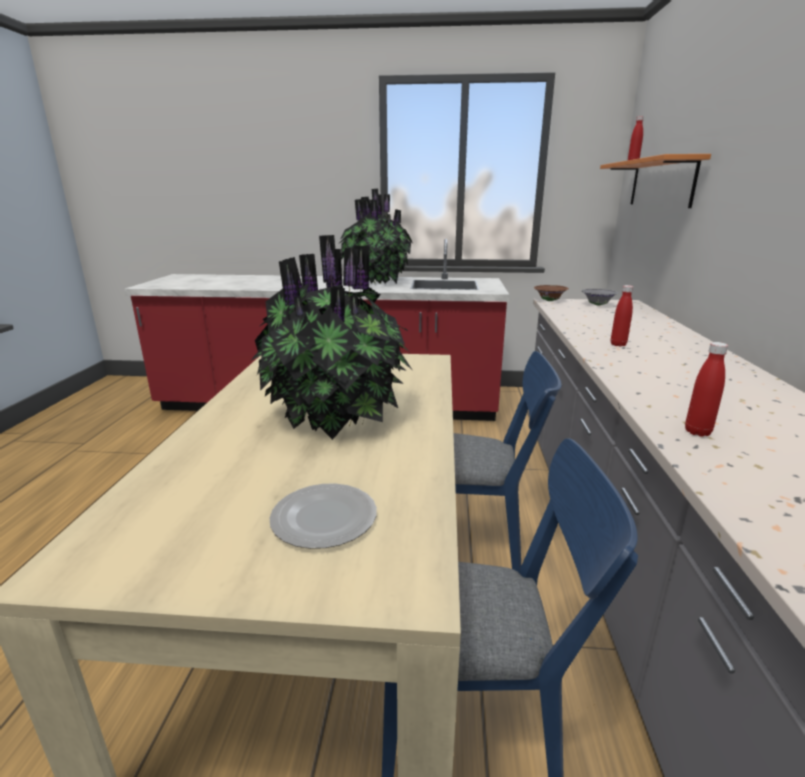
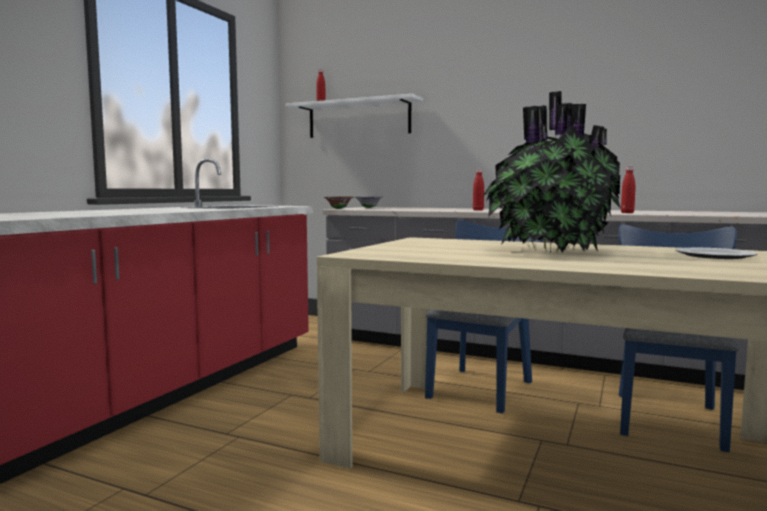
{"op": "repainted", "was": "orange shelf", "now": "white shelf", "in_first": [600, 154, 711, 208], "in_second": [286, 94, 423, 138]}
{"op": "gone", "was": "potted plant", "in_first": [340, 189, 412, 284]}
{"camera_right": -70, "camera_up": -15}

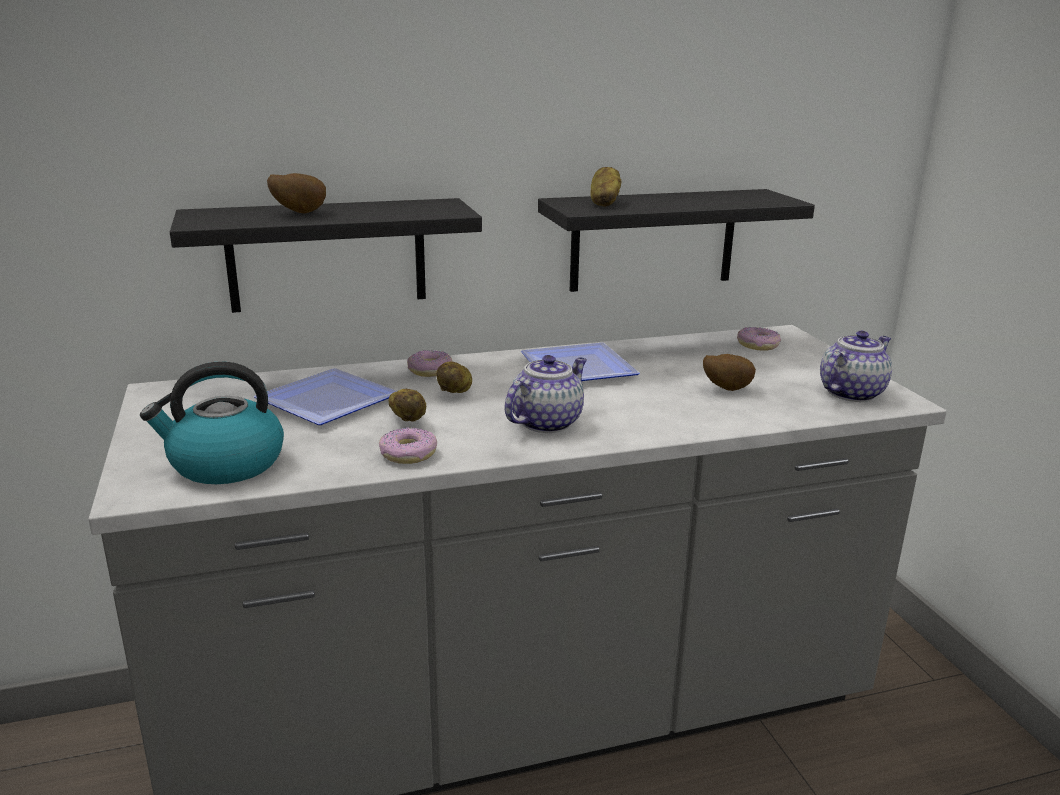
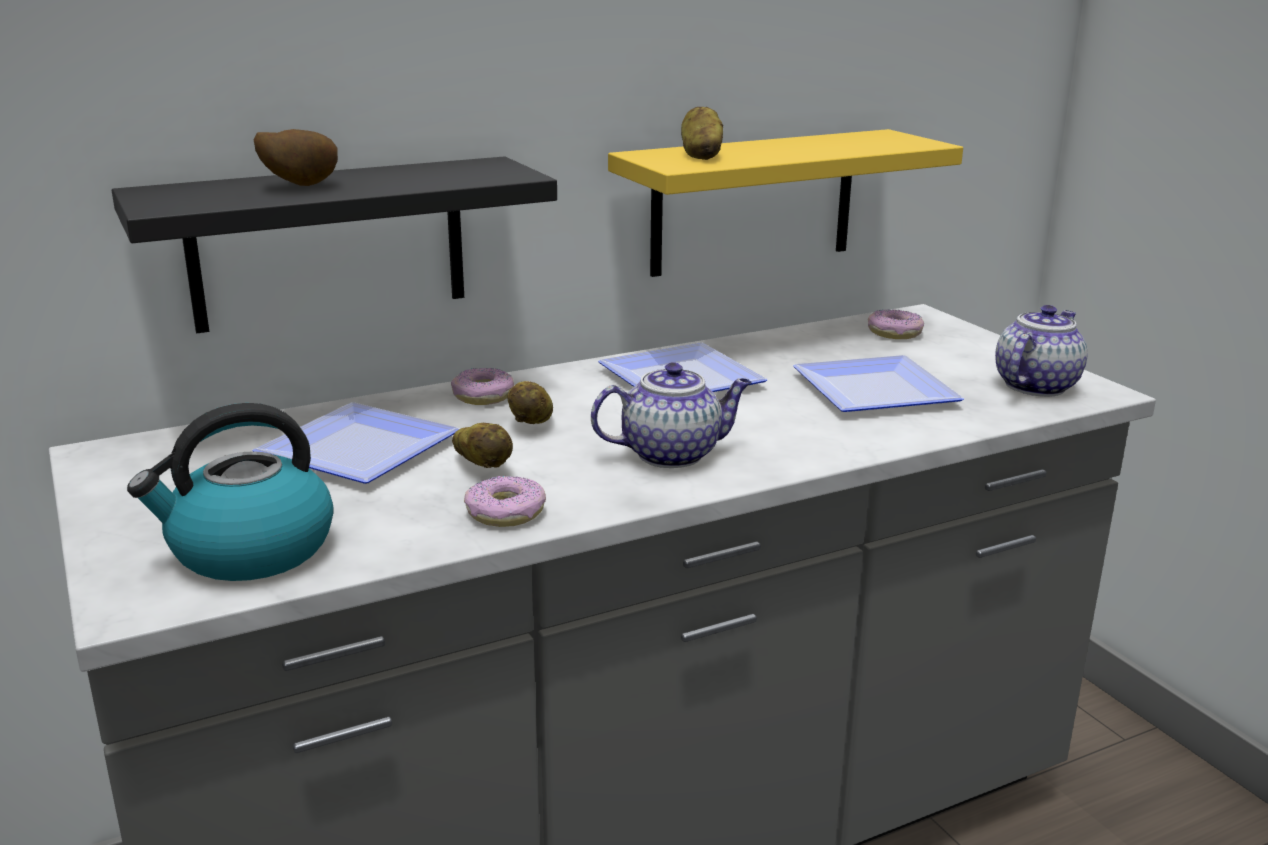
{"op": "rotated", "was": "teapot", "in_first": [505, 355, 587, 433], "in_second": [591, 362, 752, 468], "clockwise": 45}
{"op": "repainted", "was": "black shelf", "now": "yellow shelf", "in_first": [538, 189, 815, 292], "in_second": [608, 129, 963, 277]}
{"op": "swapped", "was": "potato", "now": "plate", "in_first": [703, 354, 756, 391], "in_second": [793, 355, 964, 412]}
{"camera_right": -10, "camera_up": 0}

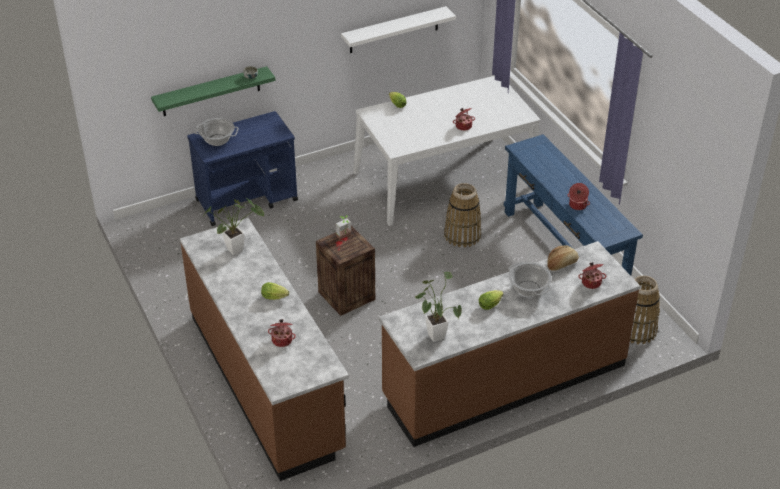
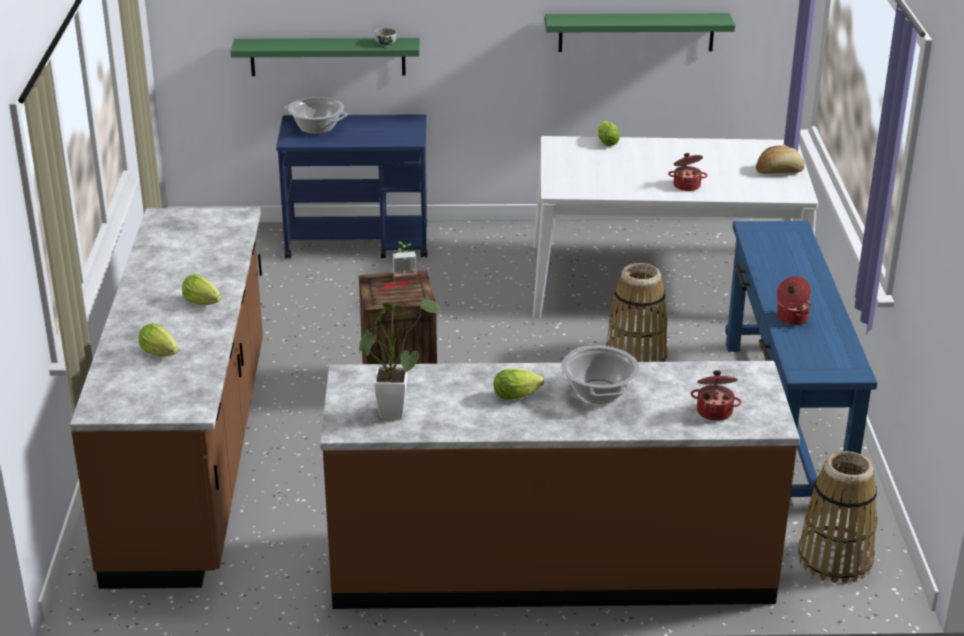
{"op": "swapped", "was": "cooking pot", "now": "lettuce", "in_first": [268, 319, 296, 347], "in_second": [139, 323, 178, 356]}
{"op": "repainted", "was": "white shelf", "now": "green shelf", "in_first": [341, 6, 456, 53], "in_second": [545, 13, 735, 52]}
{"op": "shifted", "was": "bread", "in_first": [547, 245, 579, 271], "in_second": [756, 145, 805, 174]}
{"op": "gone", "was": "potted plant", "in_first": [204, 198, 264, 255]}
{"camera_right": 25, "camera_up": -10}

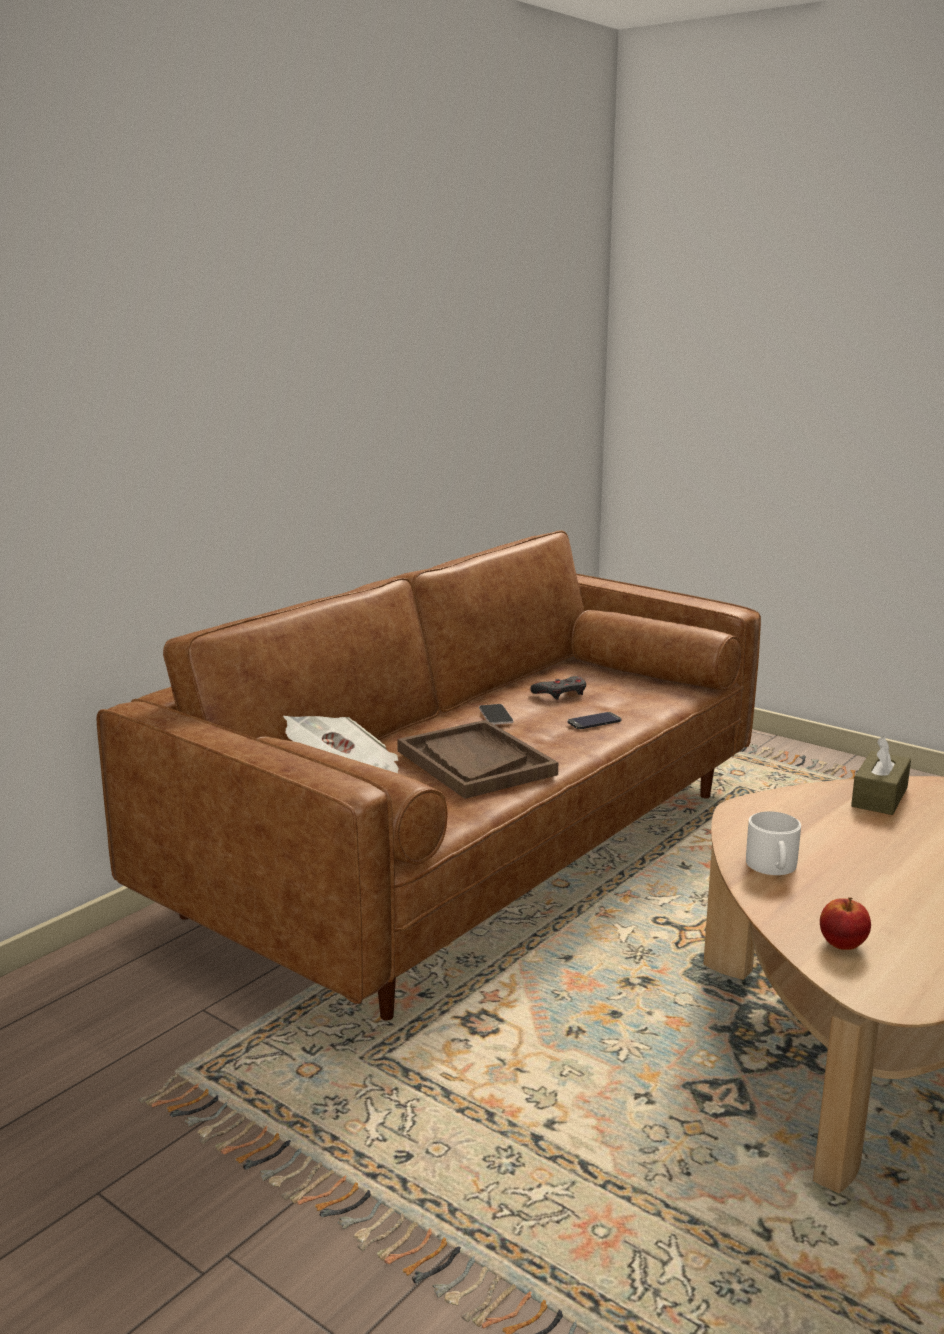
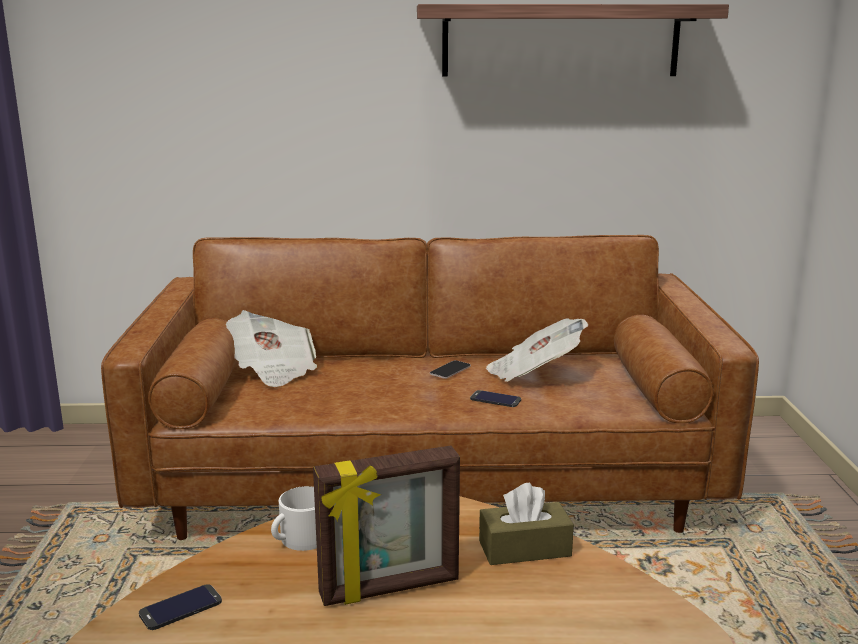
{"op": "swapped", "was": "apple", "now": "phone", "in_first": [820, 897, 871, 950], "in_second": [139, 584, 222, 630]}
{"op": "new", "now": "picture frame", "in_second": [313, 446, 460, 606]}
{"op": "new", "now": "shelf", "in_second": [417, 4, 729, 77]}
{"op": "swapped", "was": "grey game controller", "now": "newspaper", "in_first": [530, 676, 586, 700], "in_second": [486, 318, 588, 382]}
{"op": "gone", "was": "brown tray", "in_first": [397, 720, 558, 799]}
{"camera_right": 50, "camera_up": 0}

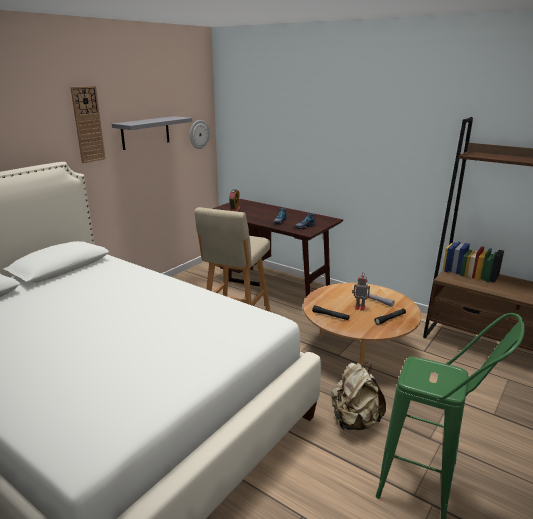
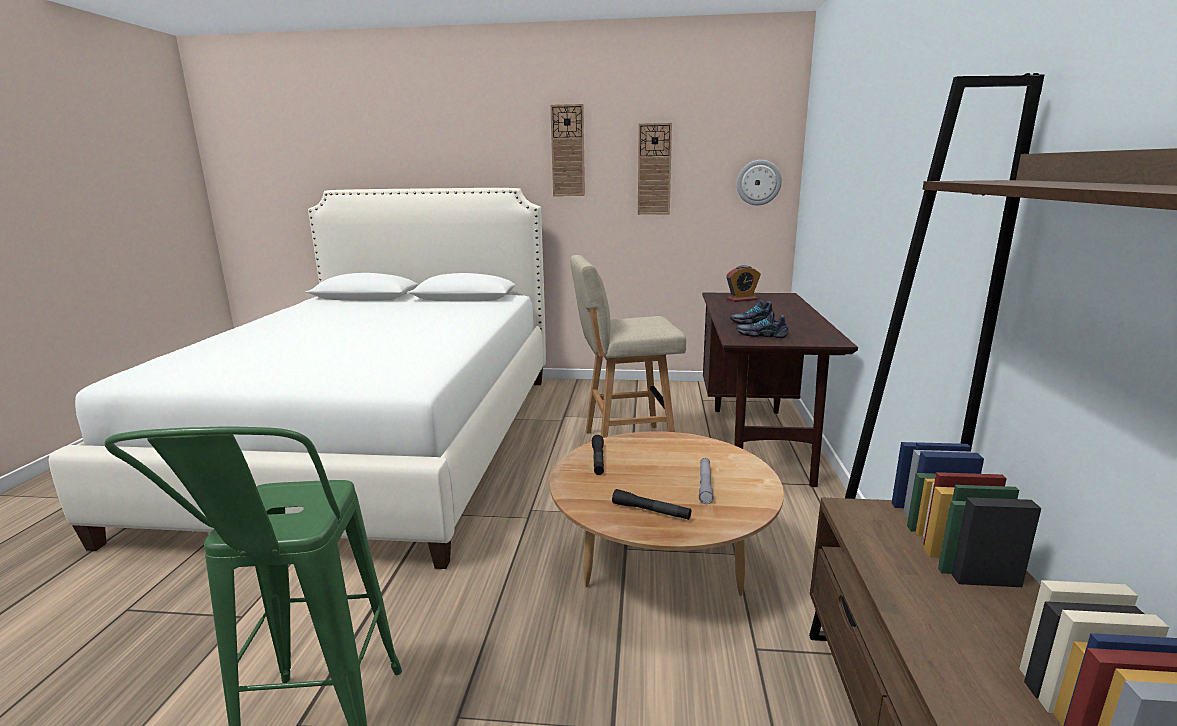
{"op": "swapped", "was": "grey shelf", "now": "wall clock", "in_first": [112, 116, 192, 150], "in_second": [638, 123, 672, 215]}
{"op": "gone", "was": "beige backpack", "in_first": [331, 362, 386, 430]}
{"op": "gone", "was": "toy robot", "in_first": [352, 272, 370, 311]}
{"camera_right": 60, "camera_up": -5}

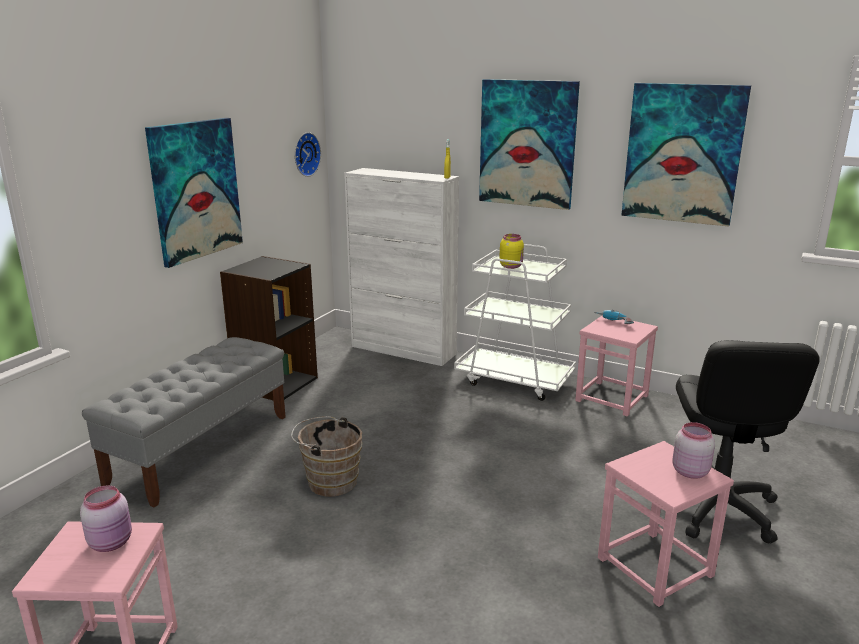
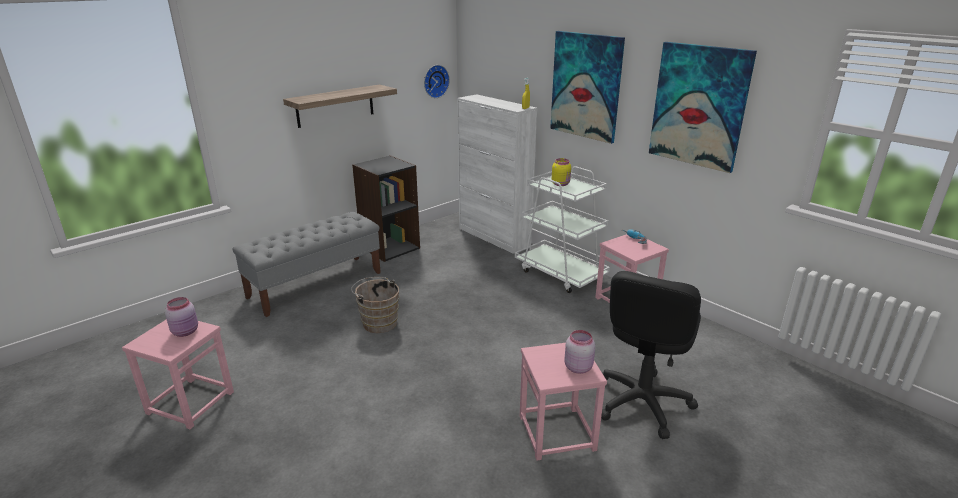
{"op": "swapped", "was": "picture", "now": "shelf", "in_first": [145, 118, 243, 268], "in_second": [283, 84, 397, 128]}
{"camera_right": 20, "camera_up": 5}

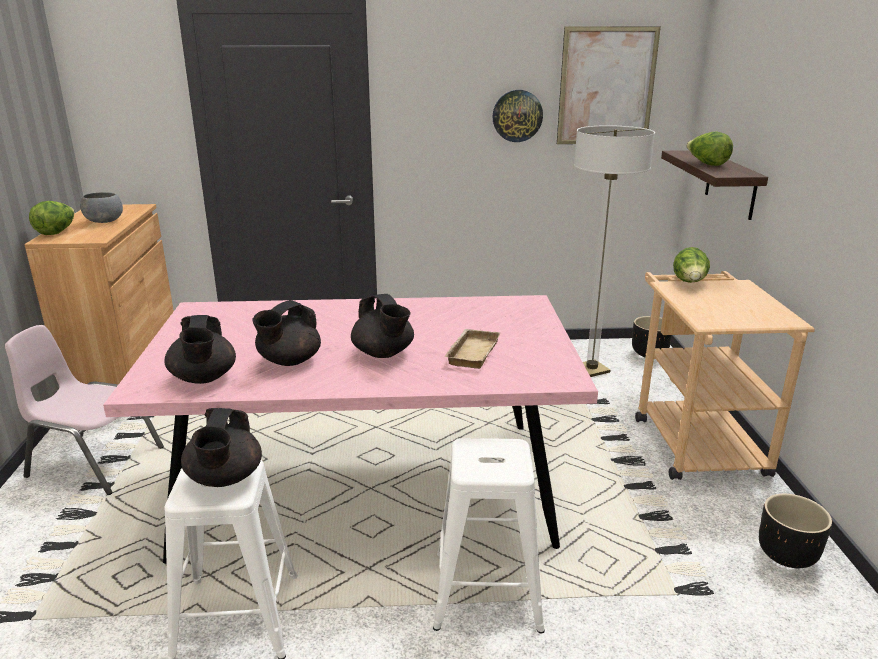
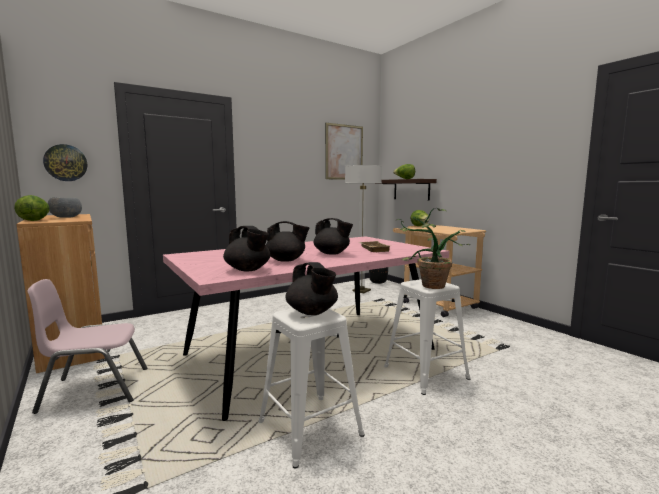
{"op": "shifted", "was": "wall clock", "in_first": [493, 90, 543, 142], "in_second": [43, 144, 87, 181]}
{"op": "rotated", "was": "black teapot", "in_first": [252, 300, 321, 366], "in_second": [266, 221, 310, 262], "clockwise": -90}
{"op": "new", "now": "potted plant", "in_second": [397, 208, 470, 289]}
{"op": "gone", "was": "black planter", "in_first": [759, 494, 832, 568]}
{"camera_right": -30, "camera_up": -15}

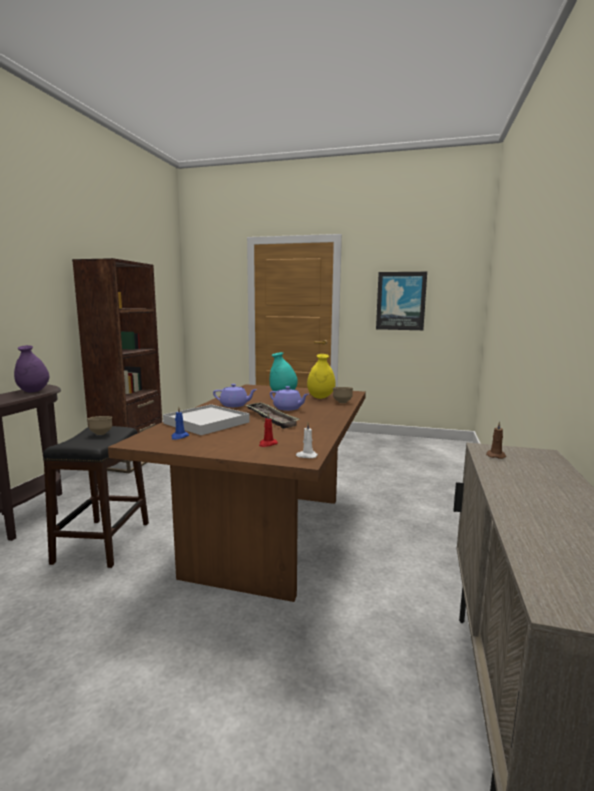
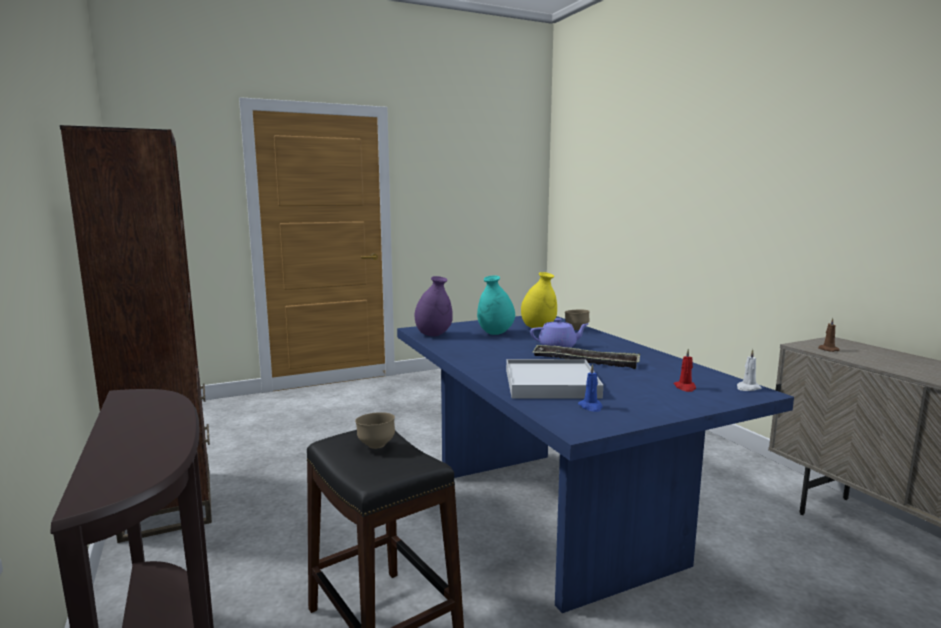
{"op": "repainted", "was": "brown dining table", "now": "blue dining table", "in_first": [108, 384, 366, 602], "in_second": [397, 316, 794, 613]}
{"op": "shifted", "was": "purple vase", "in_first": [14, 345, 49, 393], "in_second": [415, 276, 453, 337]}
{"op": "gone", "was": "purple teapot", "in_first": [213, 384, 257, 407]}
{"op": "gone", "was": "picture", "in_first": [376, 272, 427, 330]}
{"camera_right": -40, "camera_up": 0}

